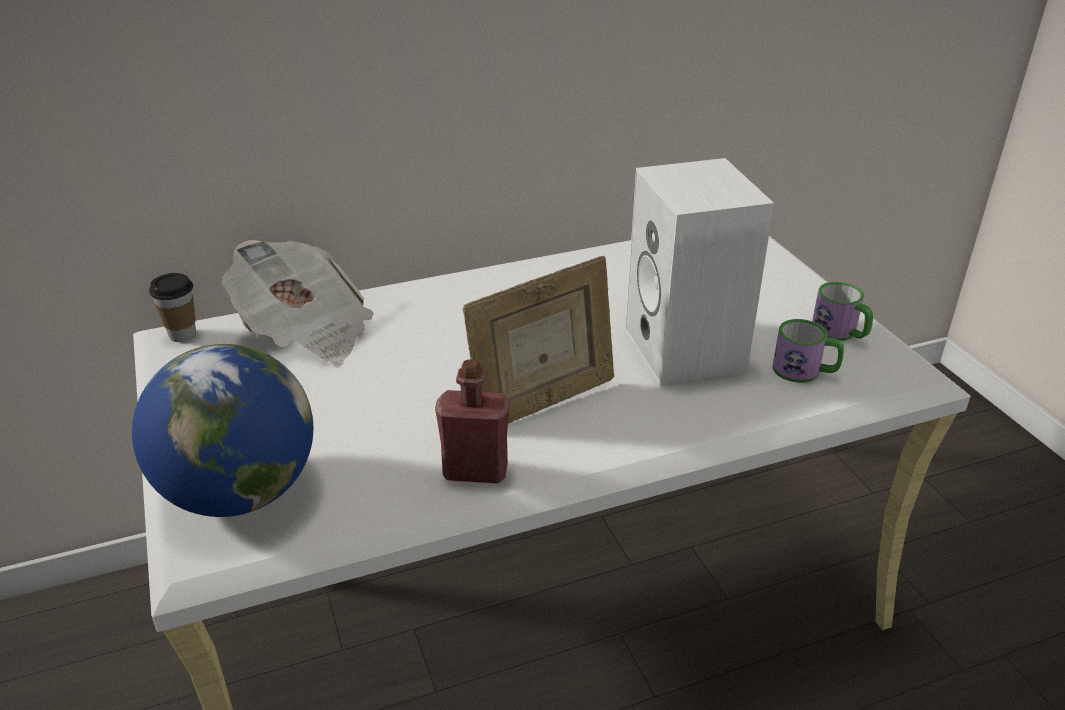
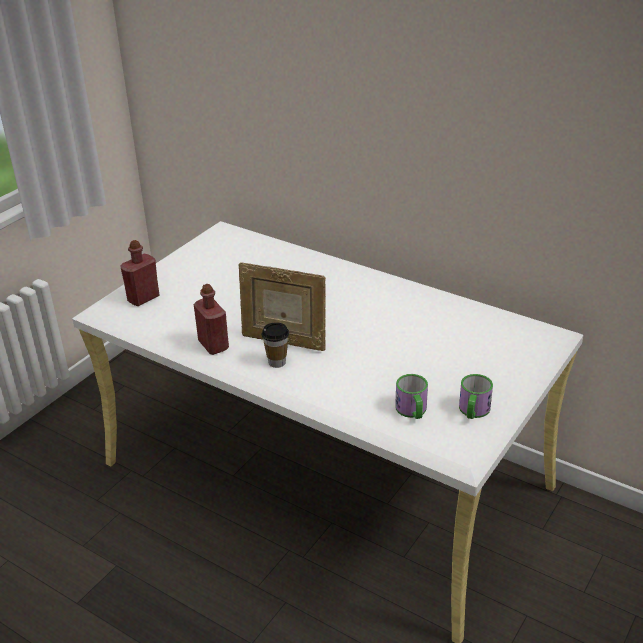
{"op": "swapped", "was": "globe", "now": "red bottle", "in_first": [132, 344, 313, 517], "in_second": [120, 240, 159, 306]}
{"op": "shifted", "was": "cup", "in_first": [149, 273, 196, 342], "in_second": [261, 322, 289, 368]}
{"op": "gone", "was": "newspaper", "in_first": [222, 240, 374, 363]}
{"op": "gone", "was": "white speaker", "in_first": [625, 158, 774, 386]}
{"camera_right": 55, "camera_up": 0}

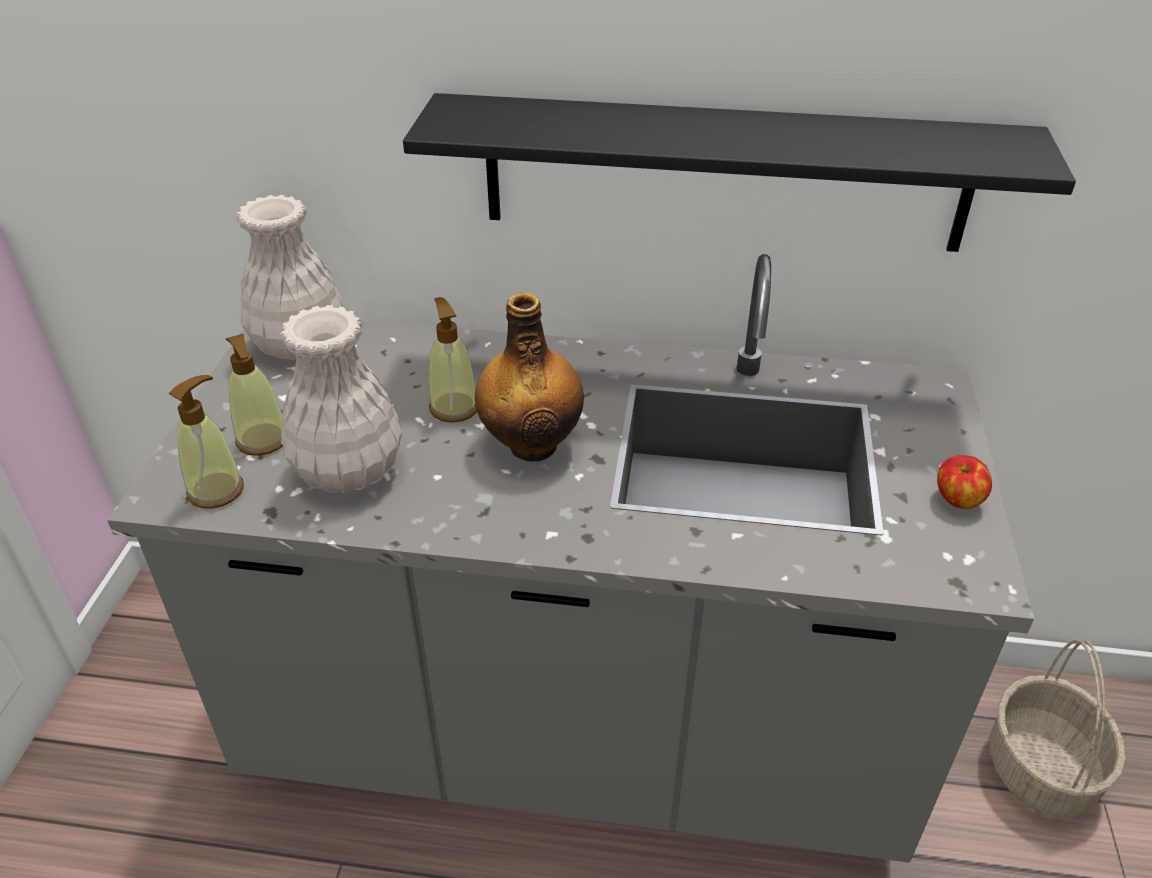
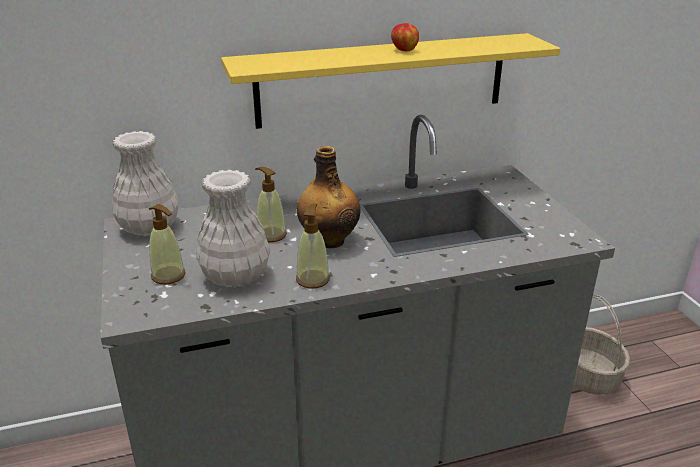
{"op": "repainted", "was": "black shelf", "now": "yellow shelf", "in_first": [403, 93, 1076, 252], "in_second": [221, 33, 560, 129]}
{"op": "shifted", "was": "soap dispenser", "in_first": [169, 375, 244, 509], "in_second": [296, 204, 330, 288]}
{"op": "shifted", "was": "apple", "in_first": [937, 455, 992, 509], "in_second": [391, 23, 419, 51]}
{"camera_right": -25, "camera_up": -10}

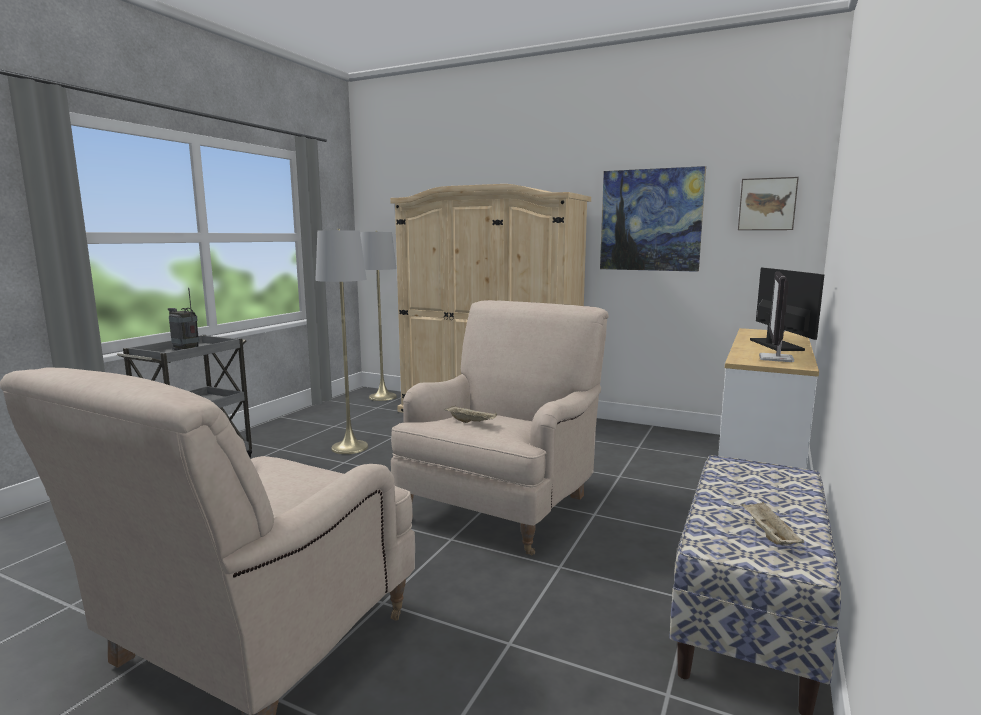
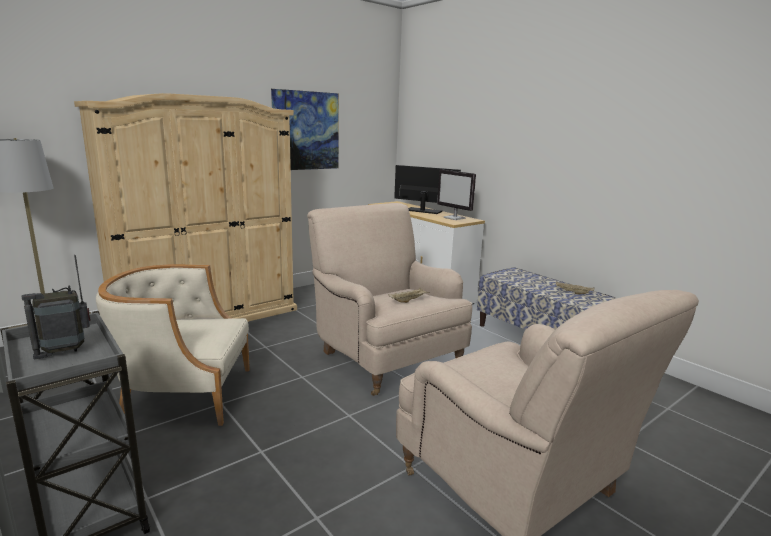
{"op": "swapped", "was": "grey floor lamp", "now": "beige armchair", "in_first": [316, 229, 368, 454], "in_second": [96, 264, 250, 426]}
{"op": "gone", "was": "picture", "in_first": [738, 177, 799, 230]}
{"camera_right": -65, "camera_up": 5}

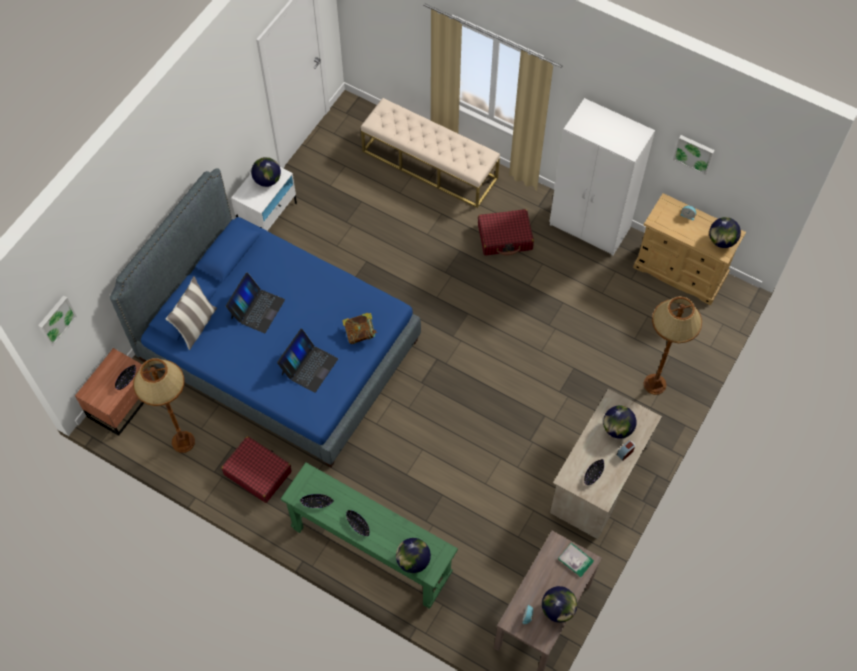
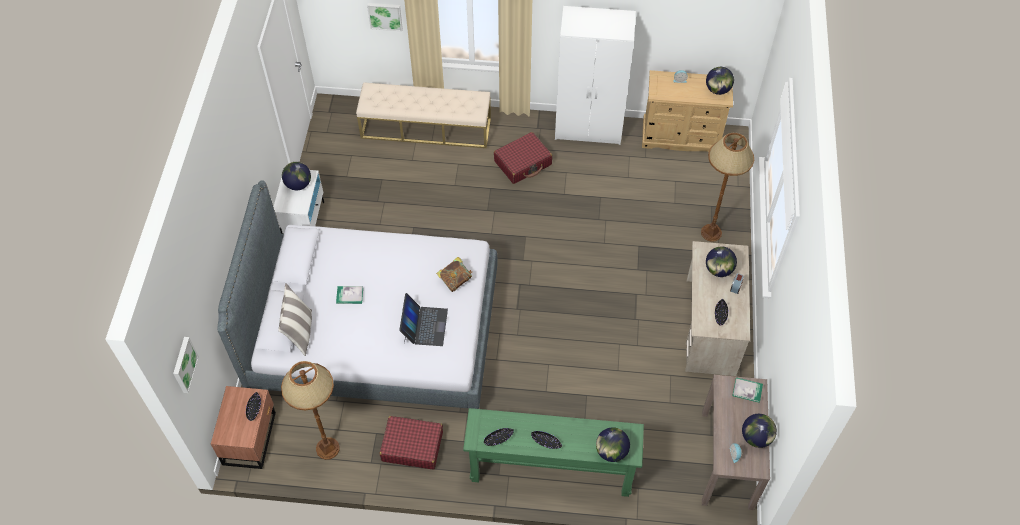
{"op": "repainted", "was": "blue bed", "now": "grey bed", "in_first": [110, 168, 421, 467], "in_second": [217, 180, 497, 409]}
{"op": "swapped", "was": "laptop", "now": "book", "in_first": [226, 272, 285, 333], "in_second": [336, 286, 363, 304]}
{"op": "shifted", "was": "picture", "in_first": [673, 135, 715, 175], "in_second": [367, 3, 403, 31]}
{"camera_right": -25, "camera_up": -5}

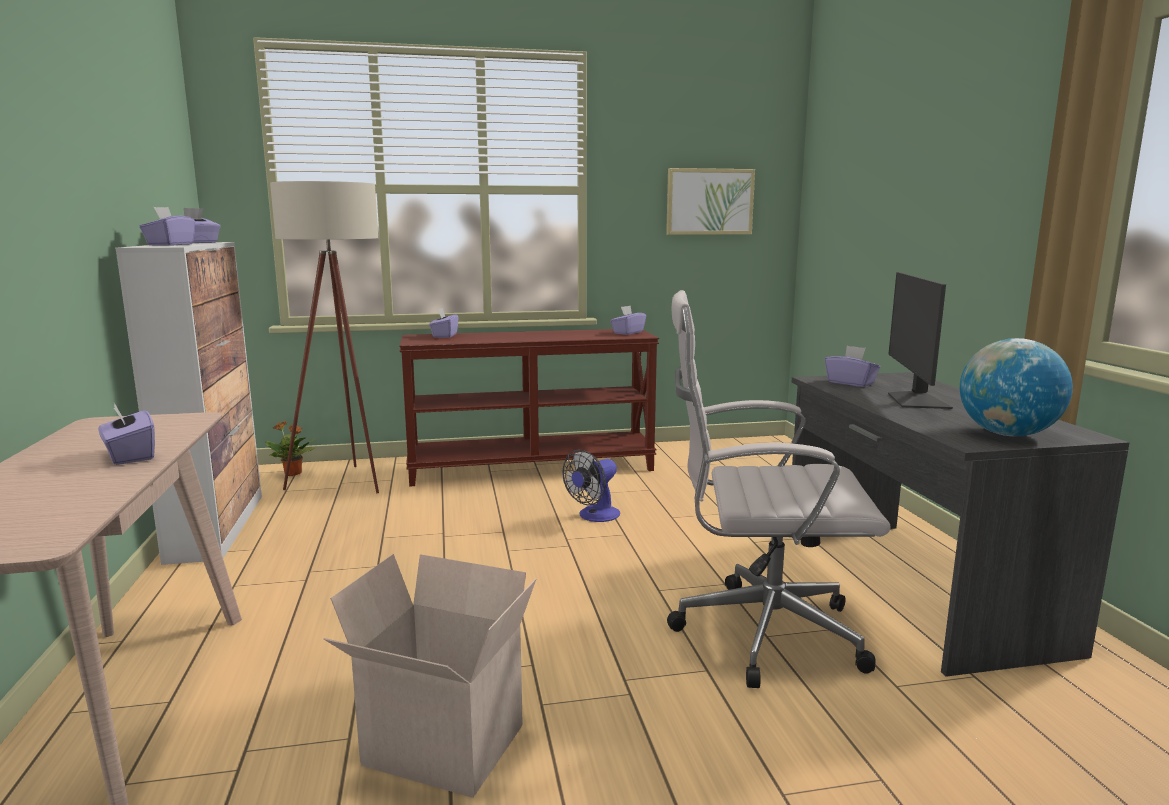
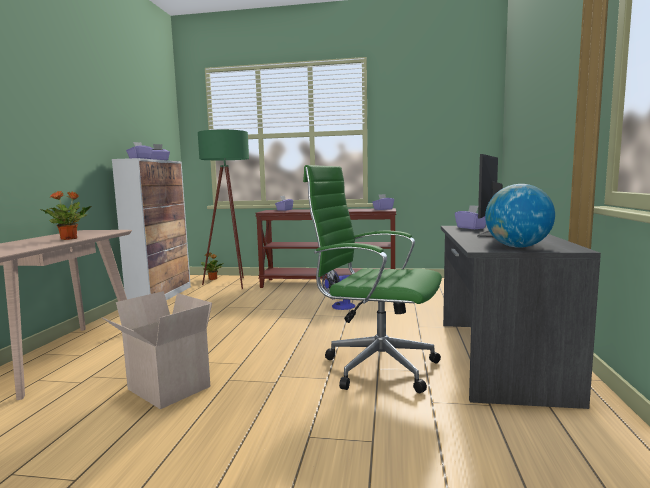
{"op": "swapped", "was": "purple tissue box", "now": "potted plant", "in_first": [98, 403, 155, 465], "in_second": [40, 191, 92, 240]}
{"op": "repainted", "was": "beige floor lamp", "now": "green floor lamp", "in_first": [270, 181, 379, 493], "in_second": [198, 130, 249, 289]}
{"op": "repainted", "was": "white office chair", "now": "green office chair", "in_first": [667, 290, 891, 688], "in_second": [303, 165, 442, 393]}
{"op": "gone", "was": "picture", "in_first": [666, 168, 755, 235]}
{"camera_right": 20, "camera_up": -5}

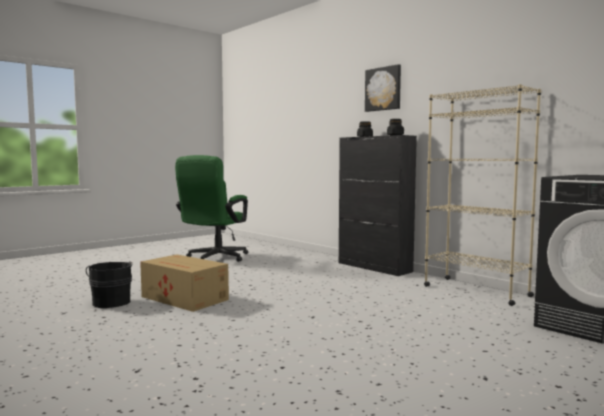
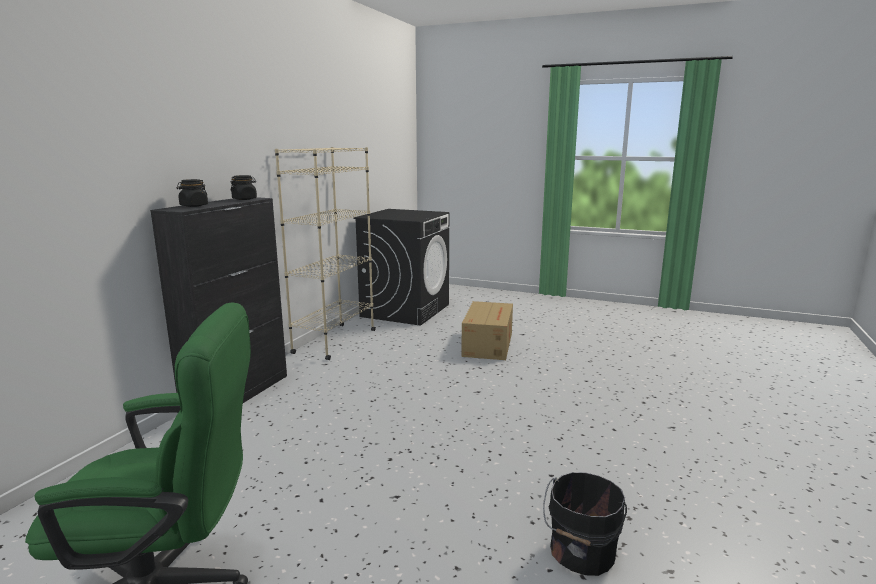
{"op": "shifted", "was": "cardboard box", "in_first": [140, 254, 229, 312], "in_second": [461, 301, 513, 360]}
{"op": "gone", "was": "picture", "in_first": [365, 64, 401, 112]}
{"camera_right": -115, "camera_up": 10}

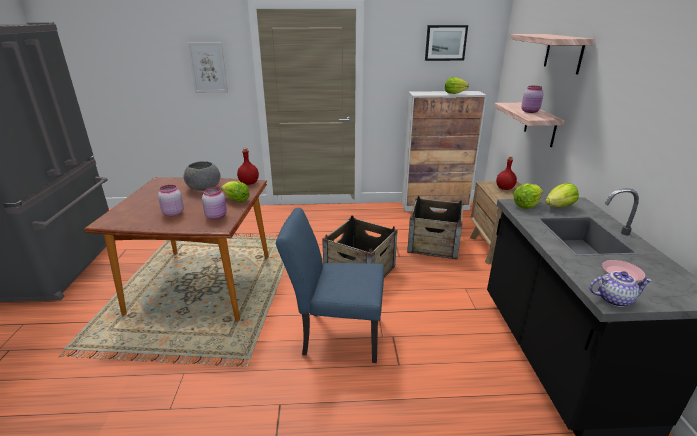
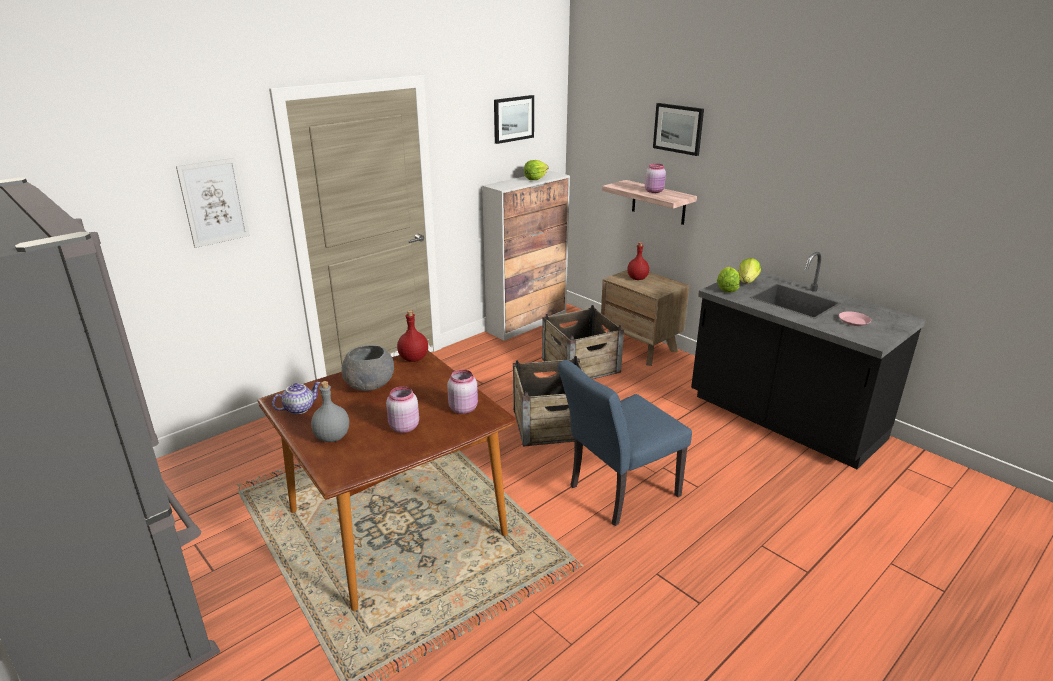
{"op": "shifted", "was": "teapot", "in_first": [589, 271, 652, 307], "in_second": [272, 382, 320, 414]}
{"op": "new", "now": "grey bottle", "in_second": [311, 381, 349, 442]}
{"op": "swapped", "was": "shelf", "now": "picture", "in_first": [511, 34, 594, 74], "in_second": [653, 103, 704, 156]}
{"op": "gone", "was": "lettuce", "in_first": [221, 181, 250, 203]}
{"camera_right": -40, "camera_up": 0}

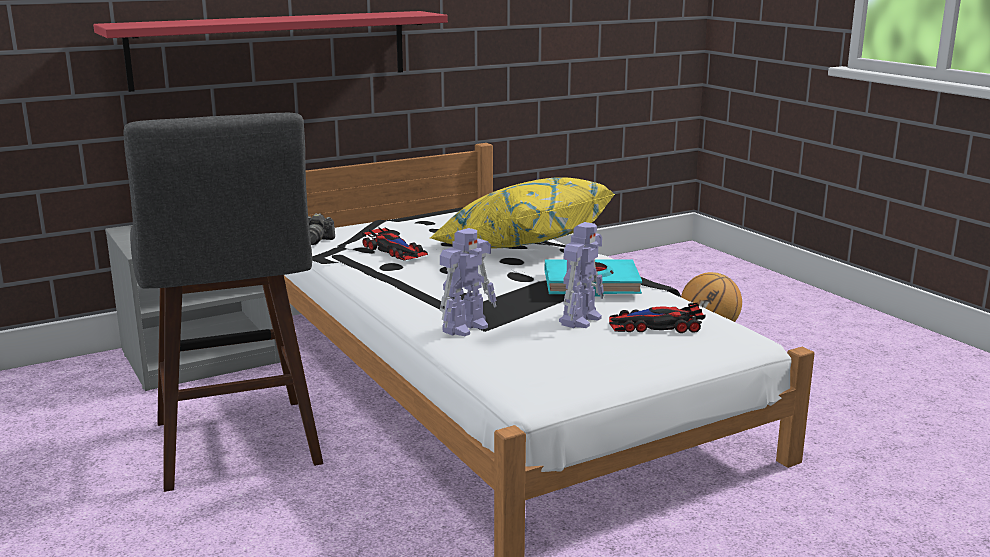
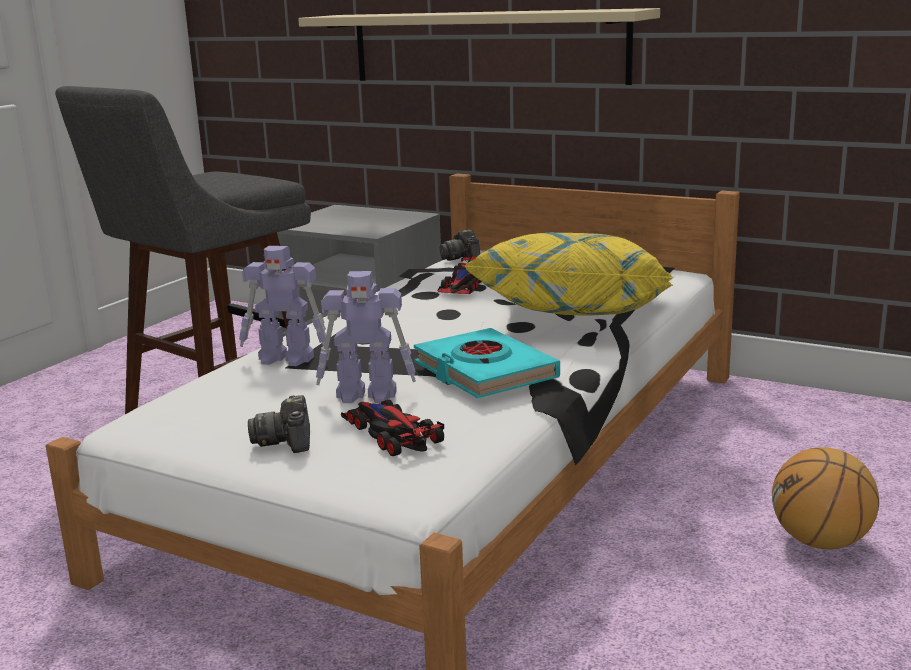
{"op": "new", "now": "photo camera", "in_second": [248, 395, 310, 453]}
{"op": "repainted", "was": "red shelf", "now": "beige shelf", "in_first": [93, 11, 448, 92], "in_second": [298, 8, 660, 85]}
{"camera_right": 60, "camera_up": 0}

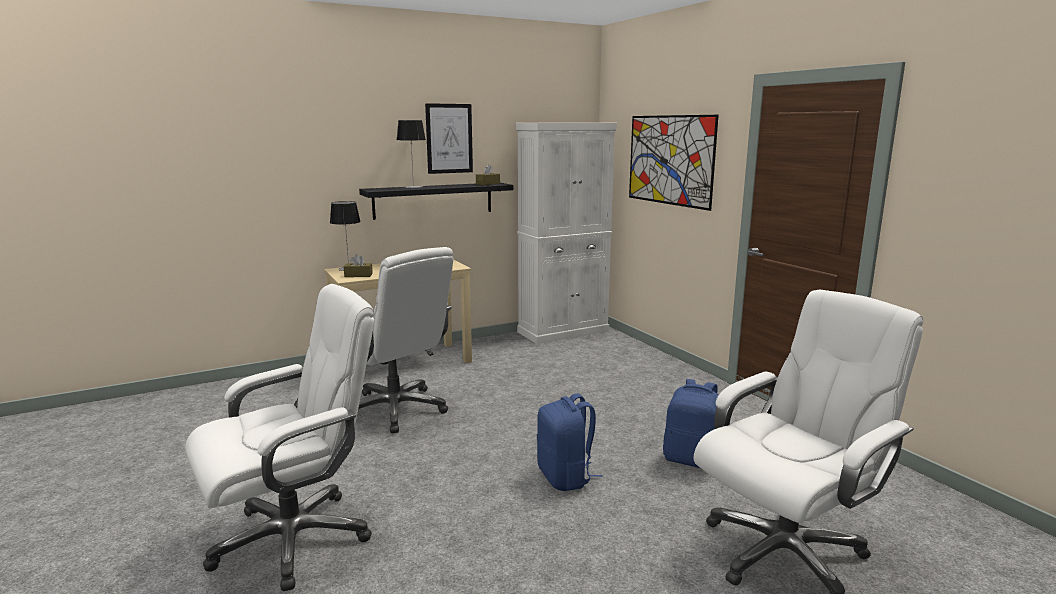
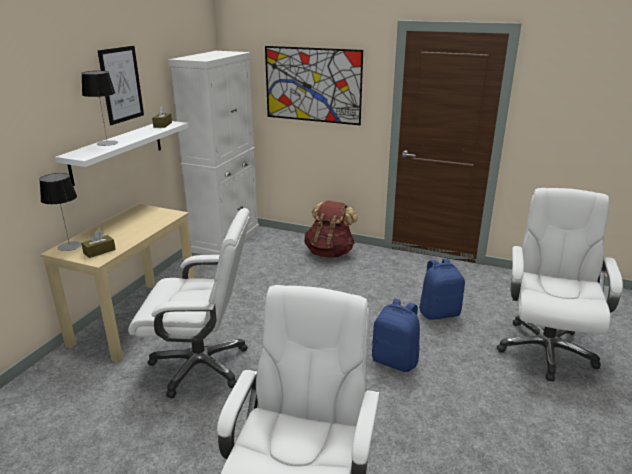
{"op": "repainted", "was": "black shelf", "now": "white shelf", "in_first": [359, 183, 513, 220], "in_second": [55, 121, 189, 186]}
{"op": "new", "now": "brown backpack", "in_second": [304, 201, 358, 258]}
{"camera_right": -40, "camera_up": 10}

